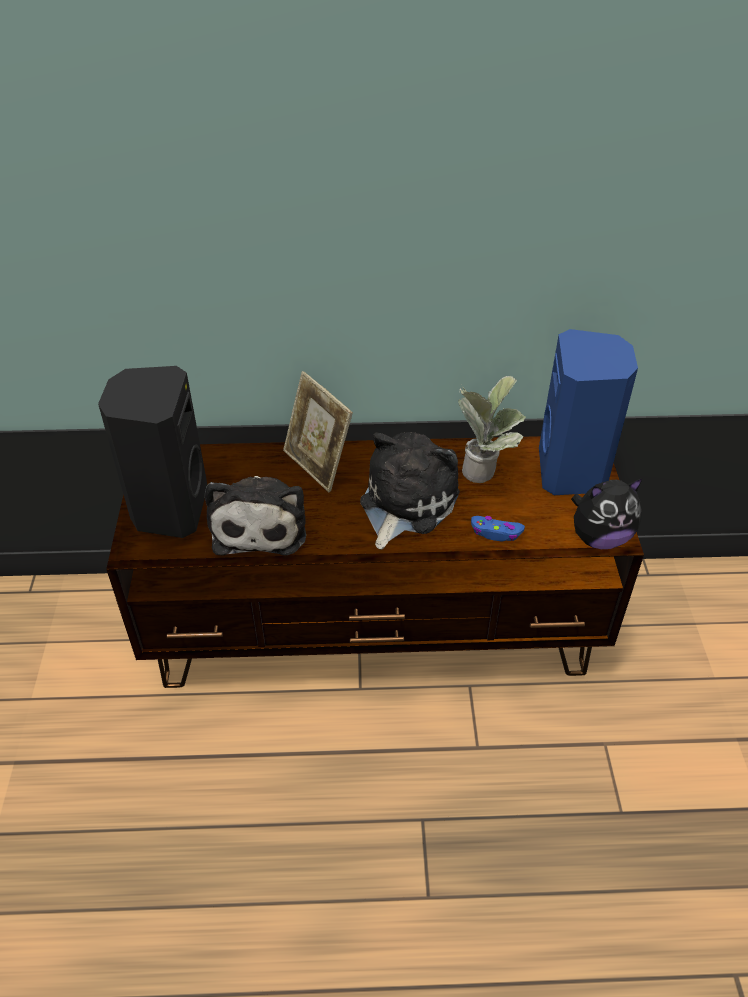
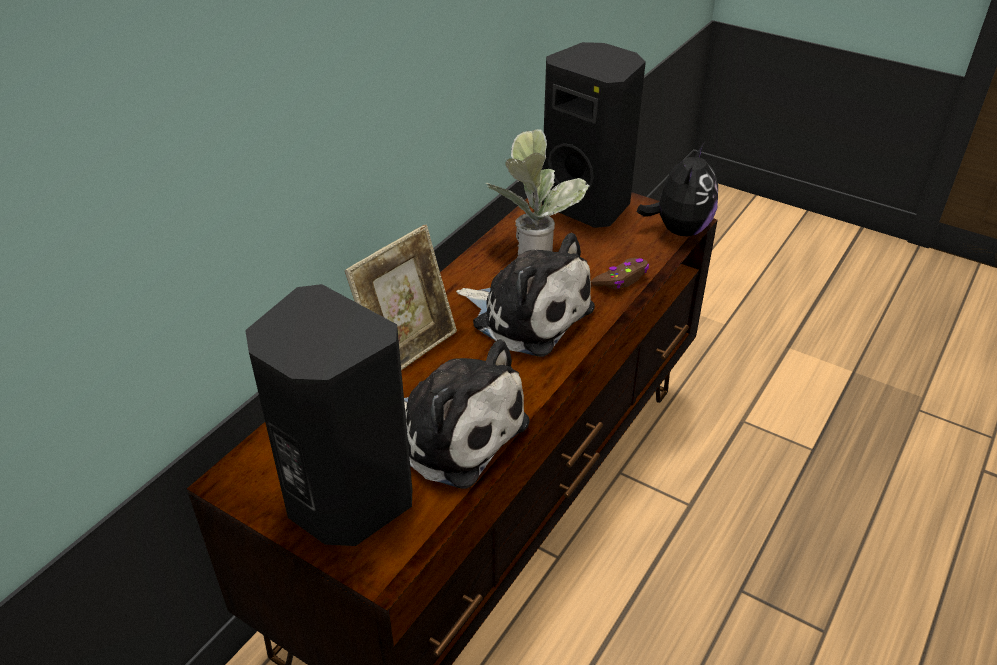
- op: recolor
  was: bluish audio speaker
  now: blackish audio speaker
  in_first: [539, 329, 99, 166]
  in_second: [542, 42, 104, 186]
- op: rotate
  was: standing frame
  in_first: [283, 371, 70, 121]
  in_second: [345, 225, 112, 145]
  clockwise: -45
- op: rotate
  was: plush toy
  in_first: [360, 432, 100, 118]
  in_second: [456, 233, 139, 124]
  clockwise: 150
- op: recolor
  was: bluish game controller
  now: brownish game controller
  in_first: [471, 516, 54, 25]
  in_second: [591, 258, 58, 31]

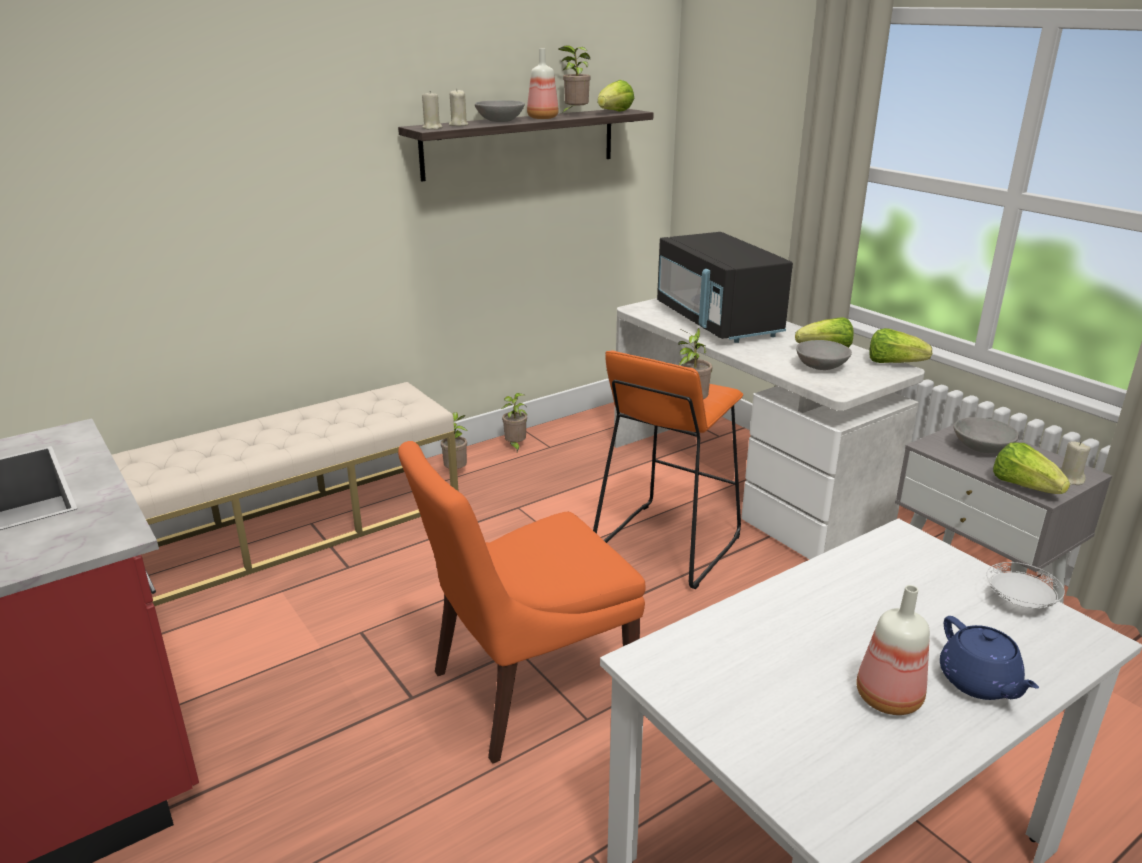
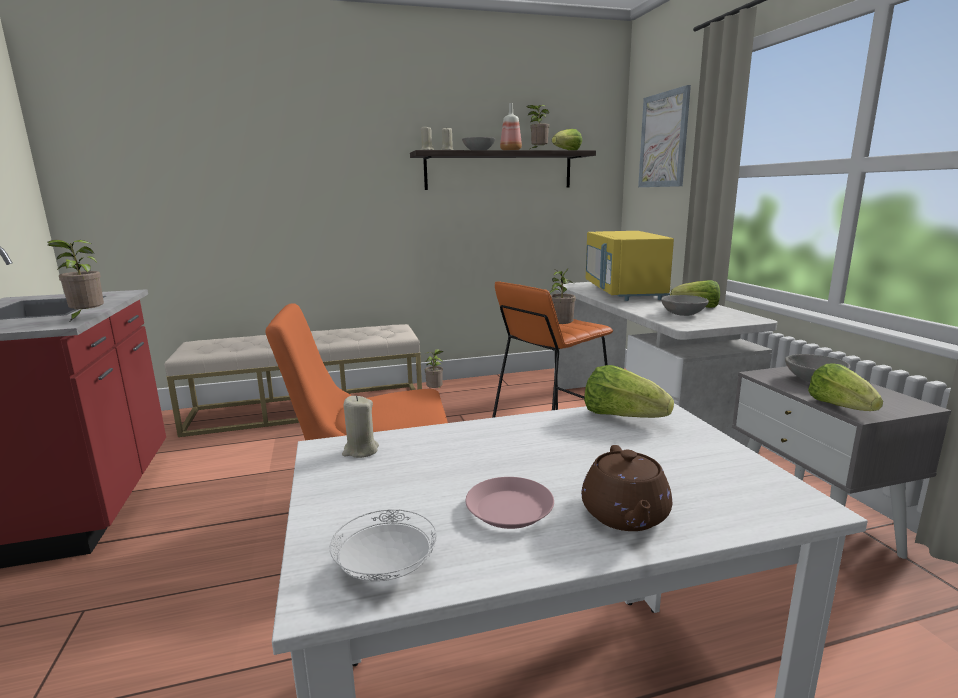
- op: recolor
  was: blackish kitchen microwave
  now: yellow-coloured kitchen microwave
  in_first: [657, 232, 136, 111]
  in_second: [585, 231, 89, 70]
- op: move
  was: lettuce
  in_first: [869, 328, 63, 35]
  in_second: [584, 365, 90, 53]
- op: move
  was: potted plant
  in_first: [501, 393, 26, 59]
  in_second: [47, 240, 57, 83]
- op: move
  was: beige wax candle
  in_first: [1061, 441, 30, 44]
  in_second: [342, 395, 37, 63]
- op: move
  was: white plate
  in_first: [987, 562, 78, 47]
  in_second: [330, 509, 107, 72]
- op: replace
  was: beverage bottle
  now: pinkish plate
  in_first: [856, 585, 74, 130]
  in_second: [466, 477, 88, 52]
- op: recolor
  was: bluish tea pot
  now: brownish tea pot
  in_first: [940, 616, 99, 84]
  in_second: [581, 445, 91, 86]
- op: insert
  now: wall picture
  in_second: [638, 85, 53, 102]

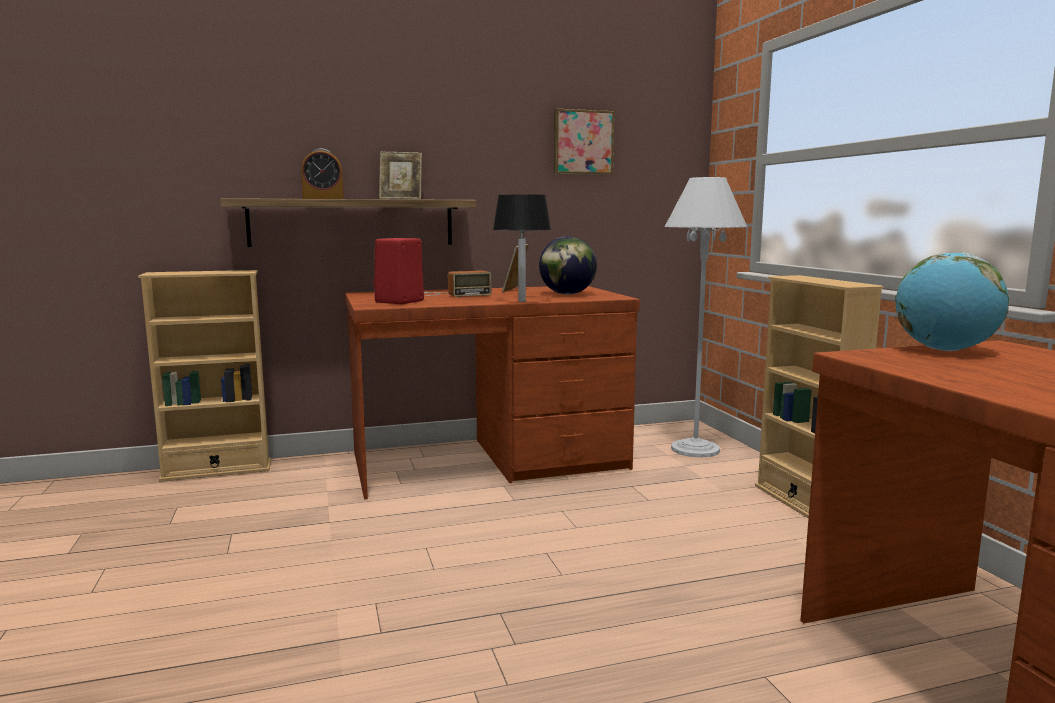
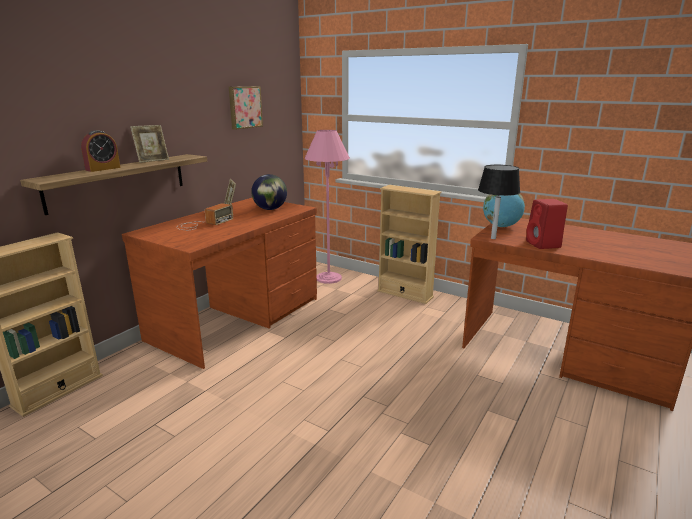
- op: recolor
  was: white standing lamp
  now: pinkish standing lamp
  in_first: [665, 177, 82, 281]
  in_second: [304, 130, 46, 154]
- op: move
  was: blackish lamp for a table
  in_first: [493, 194, 58, 108]
  in_second: [478, 165, 42, 74]
- op: move
  was: red-coloured audio speaker
  in_first: [374, 238, 50, 66]
  in_second: [526, 199, 42, 50]

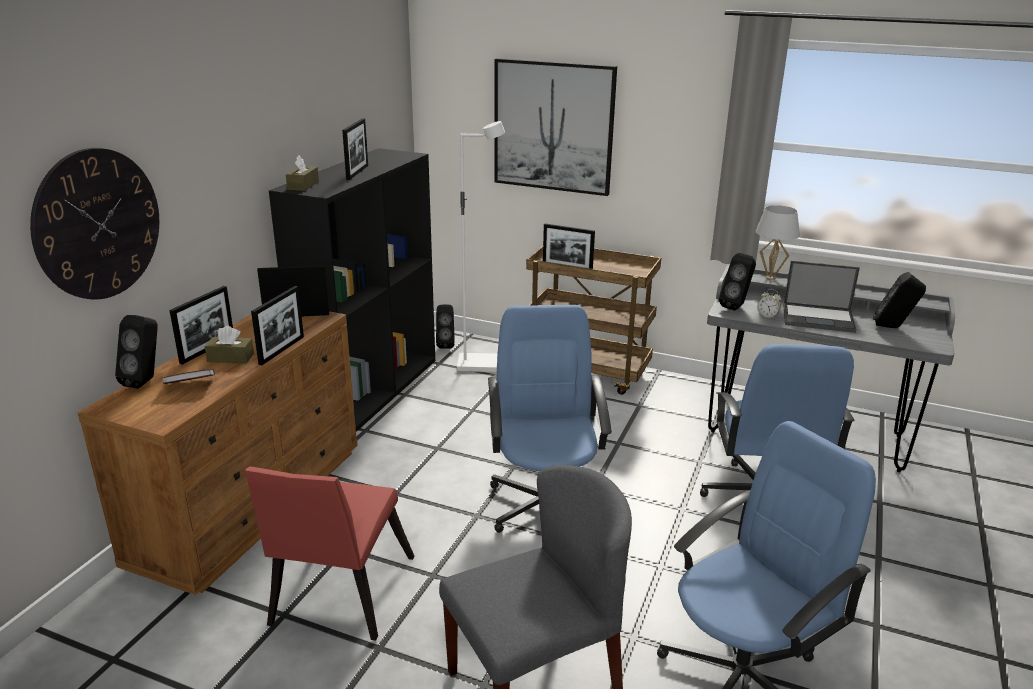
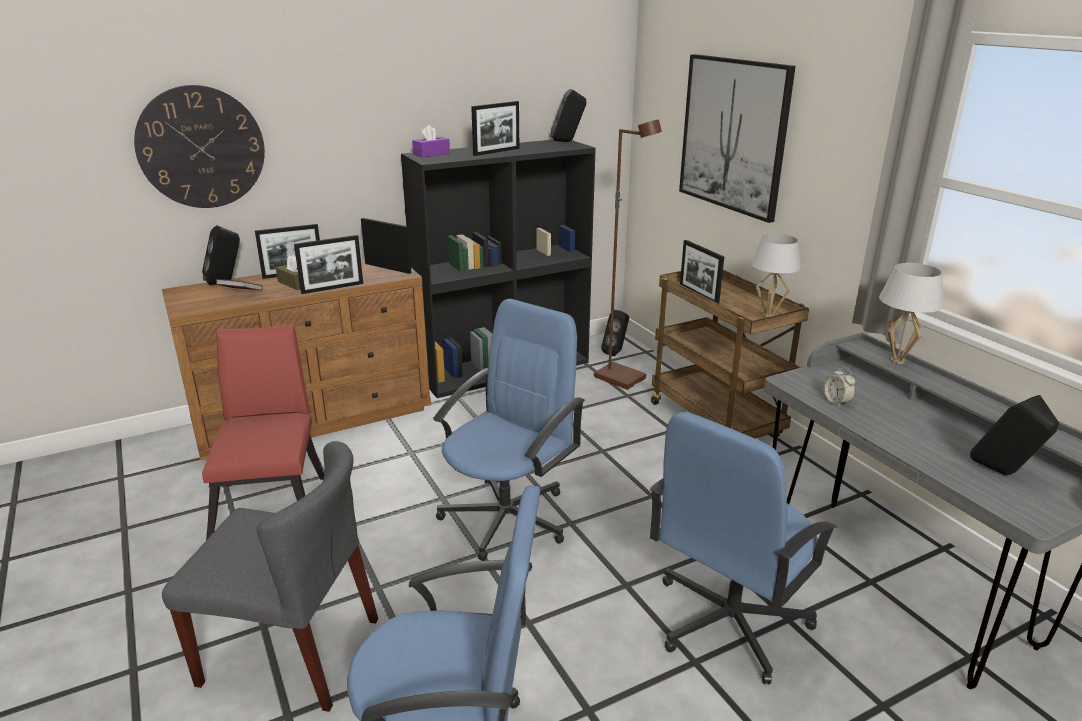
- op: recolor
  was: white standing lamp
  now: brownish standing lamp
  in_first: [457, 121, 48, 251]
  in_second: [594, 119, 68, 271]
- op: recolor
  was: brownish tissue holder
  now: purplish tissue holder
  in_first: [286, 155, 33, 36]
  in_second: [412, 125, 38, 33]
- op: move
  was: blackish audio speaker
  in_first: [719, 253, 37, 58]
  in_second: [550, 89, 36, 53]
- op: delete
  was: portable computer
  in_first: [783, 261, 77, 72]
- op: rotate
  was: red-coloured chair
  in_first: [245, 467, 170, 174]
  in_second: [202, 324, 122, 216]
  clockwise: 120
- op: insert
  now: white lamp for a table
  in_second: [751, 234, 50, 83]

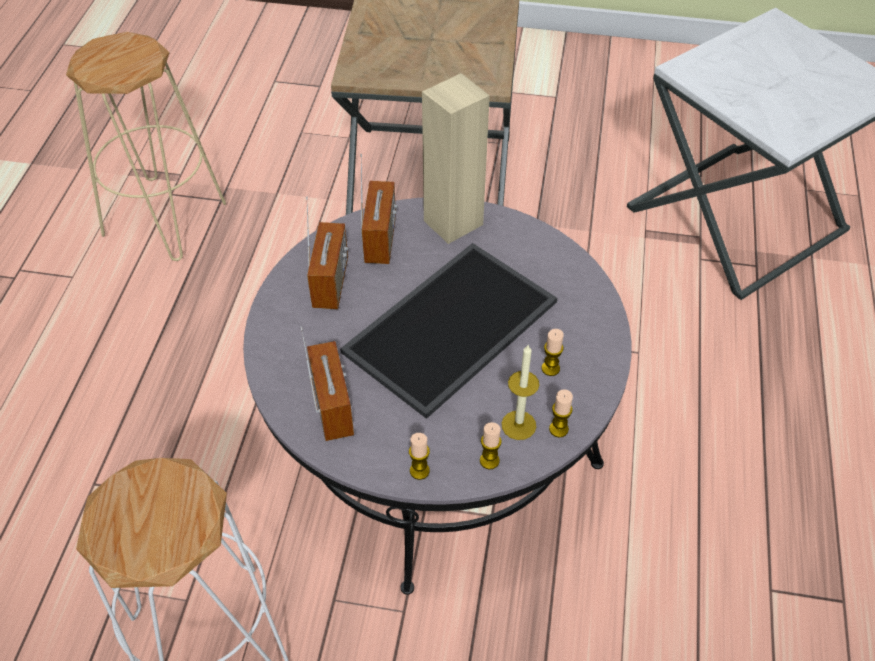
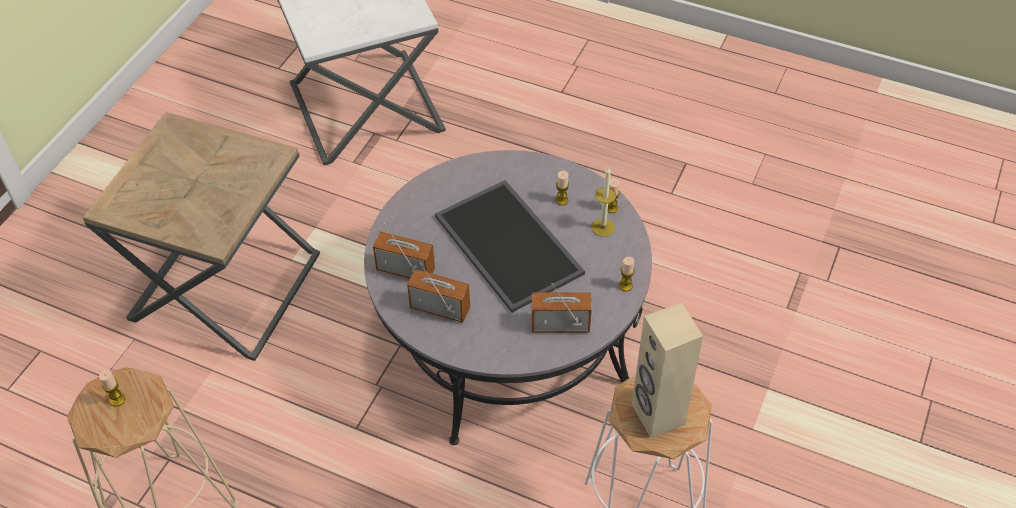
- op: move
  was: beige audio speaker
  in_first: [422, 73, 68, 171]
  in_second: [632, 303, 71, 135]
- op: move
  was: wax candle
  in_first: [480, 422, 22, 48]
  in_second: [99, 370, 26, 37]

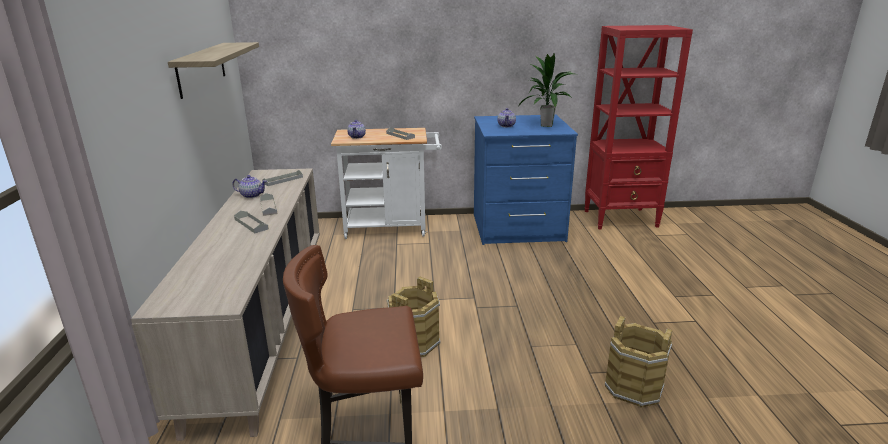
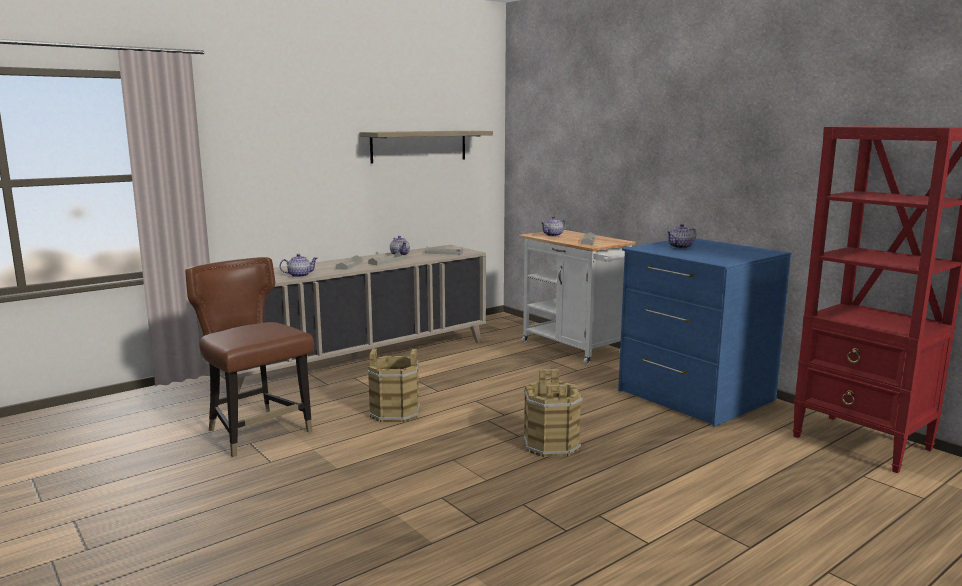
- op: delete
  was: potted plant
  in_first: [518, 53, 56, 74]
- op: move
  was: brownish pail
  in_first: [605, 316, 67, 92]
  in_second: [523, 369, 60, 88]
- op: insert
  now: tea pot
  in_second: [280, 254, 38, 23]

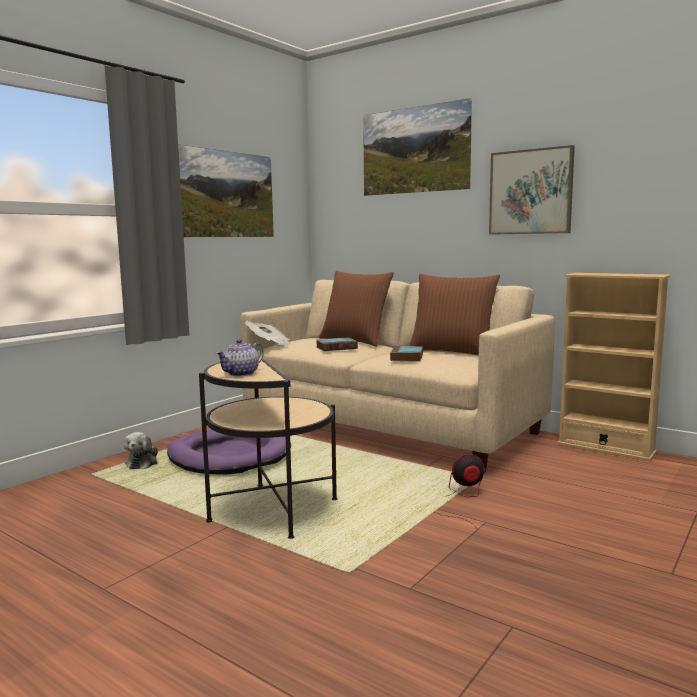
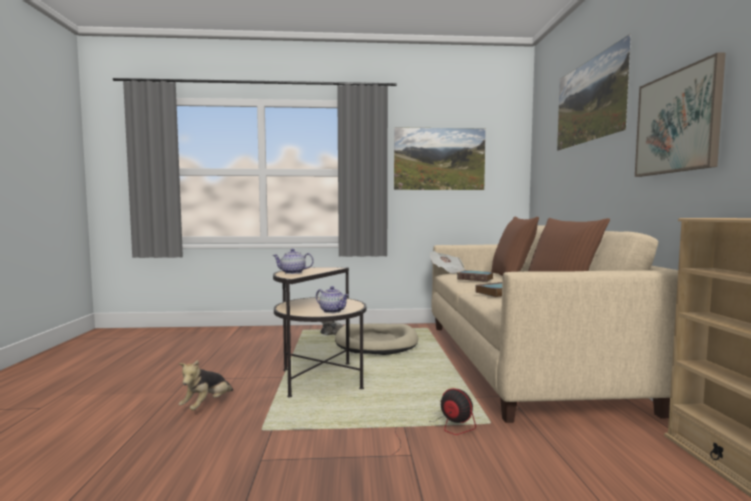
- op: recolor
  was: purplish dog cushion
  now: beige dog cushion
  in_first: [167, 429, 124, 45]
  in_second: [335, 323, 83, 32]
- op: insert
  now: tea pot
  in_second: [316, 286, 33, 27]
- op: insert
  now: plush toy
  in_second: [179, 360, 54, 50]

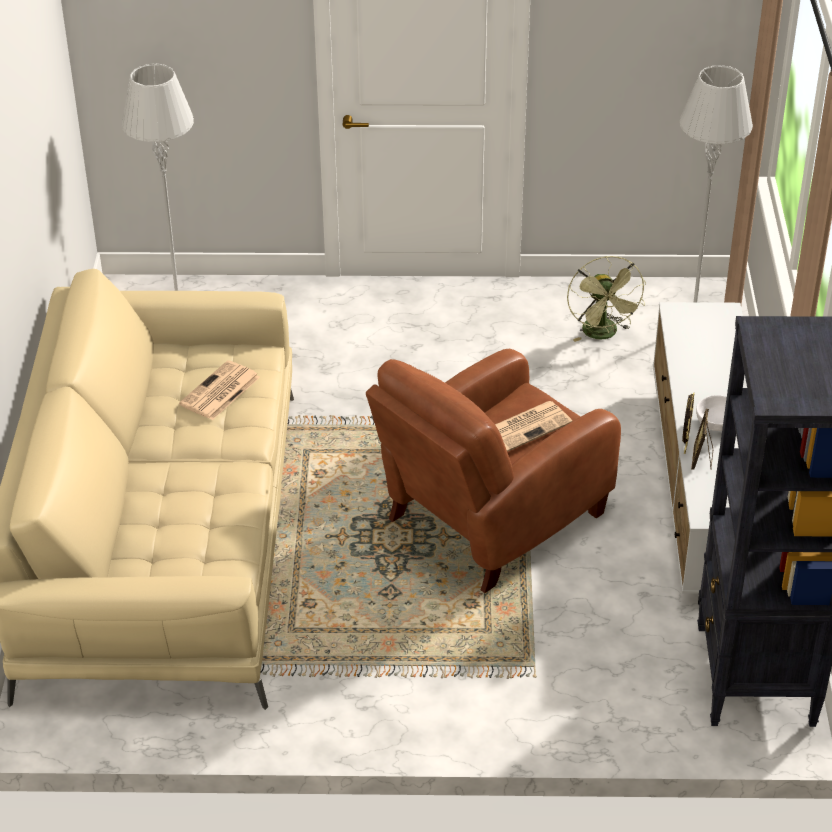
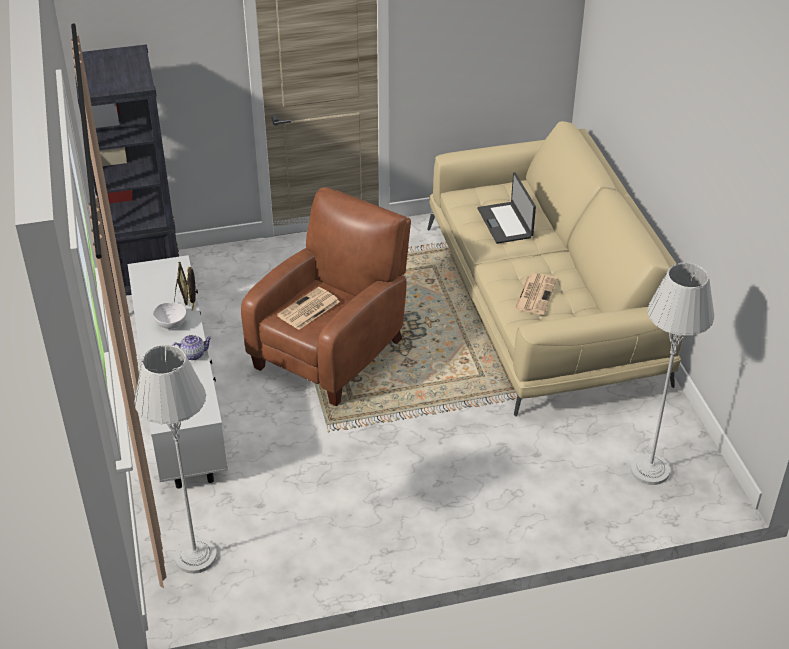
- op: delete
  was: greenish cooling fan
  in_first: [567, 256, 79, 86]
- op: insert
  now: portable computer
  in_second: [478, 172, 58, 72]
- op: insert
  now: tea pot
  in_second: [172, 335, 40, 25]

